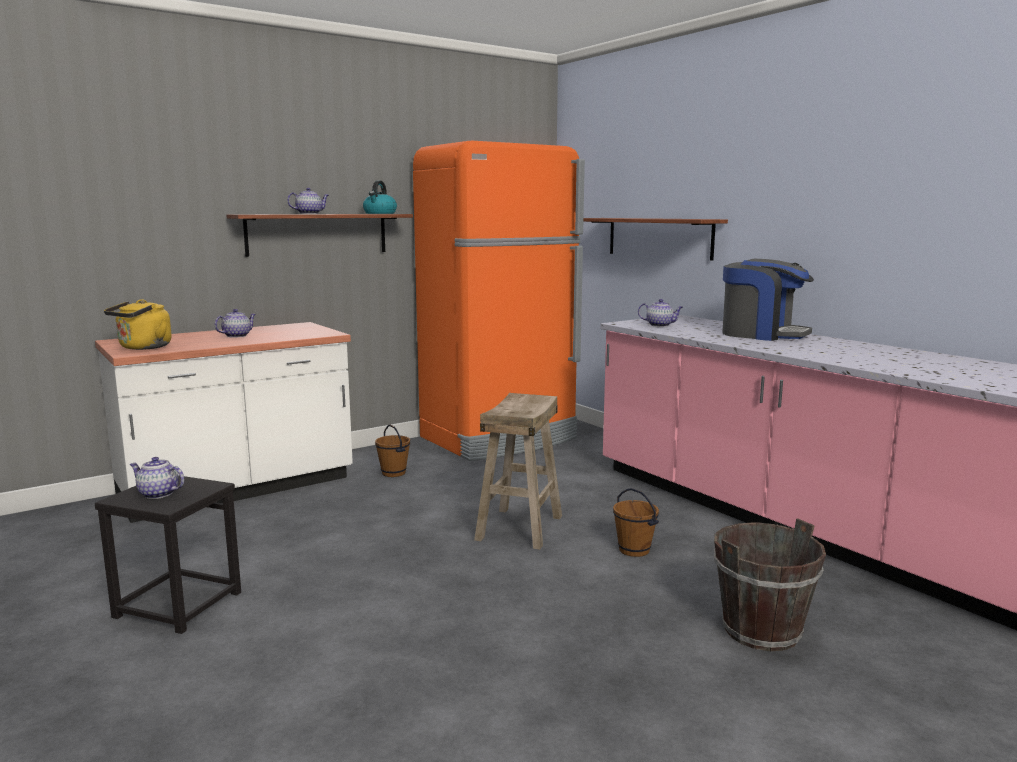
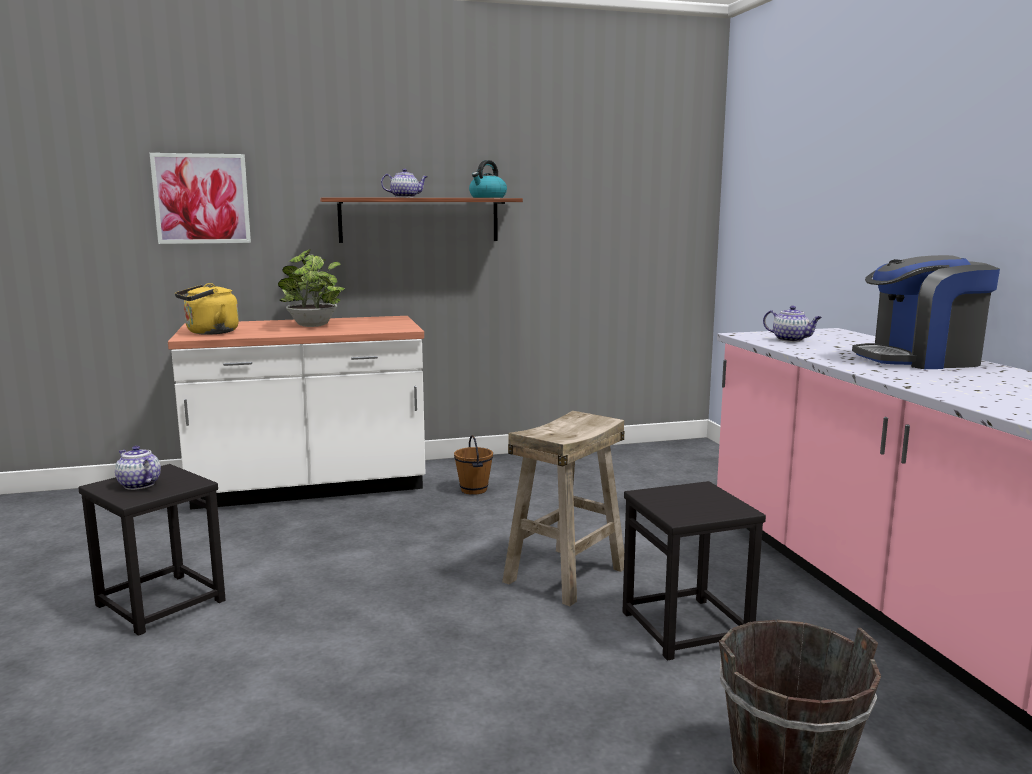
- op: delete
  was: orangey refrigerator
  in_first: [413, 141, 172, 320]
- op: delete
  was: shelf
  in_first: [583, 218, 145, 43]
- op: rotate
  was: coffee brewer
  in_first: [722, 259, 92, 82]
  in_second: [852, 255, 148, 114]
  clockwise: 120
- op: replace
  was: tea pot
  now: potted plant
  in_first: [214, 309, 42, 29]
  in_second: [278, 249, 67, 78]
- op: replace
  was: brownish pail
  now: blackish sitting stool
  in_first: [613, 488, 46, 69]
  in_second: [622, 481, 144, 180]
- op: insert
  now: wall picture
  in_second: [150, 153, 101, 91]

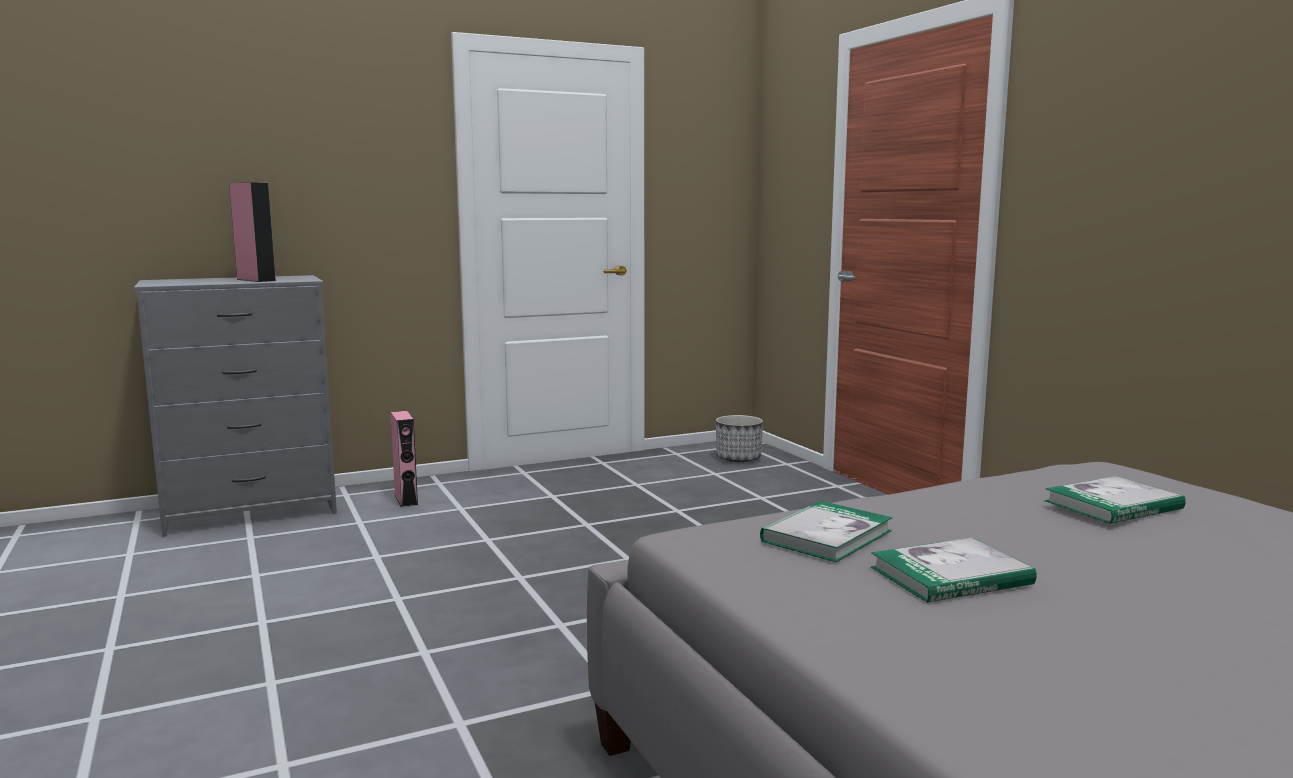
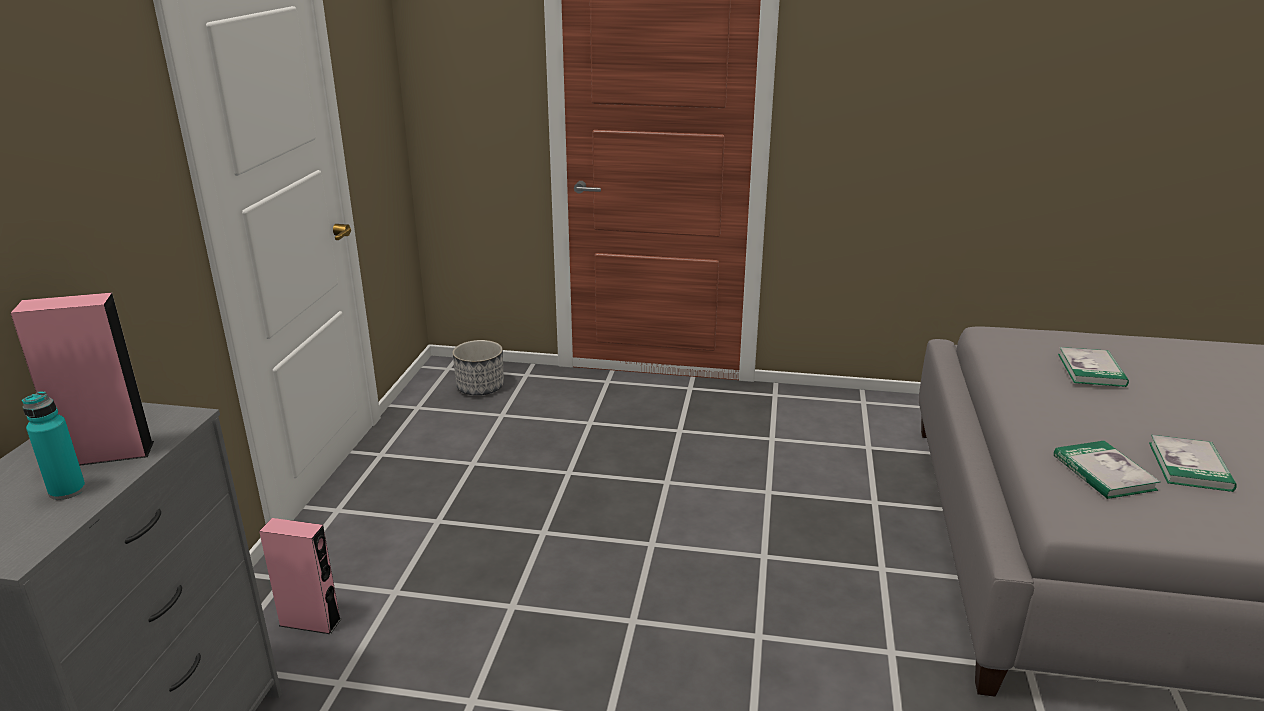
- op: insert
  now: turquoise beverage bottle
  in_second: [22, 391, 64, 109]

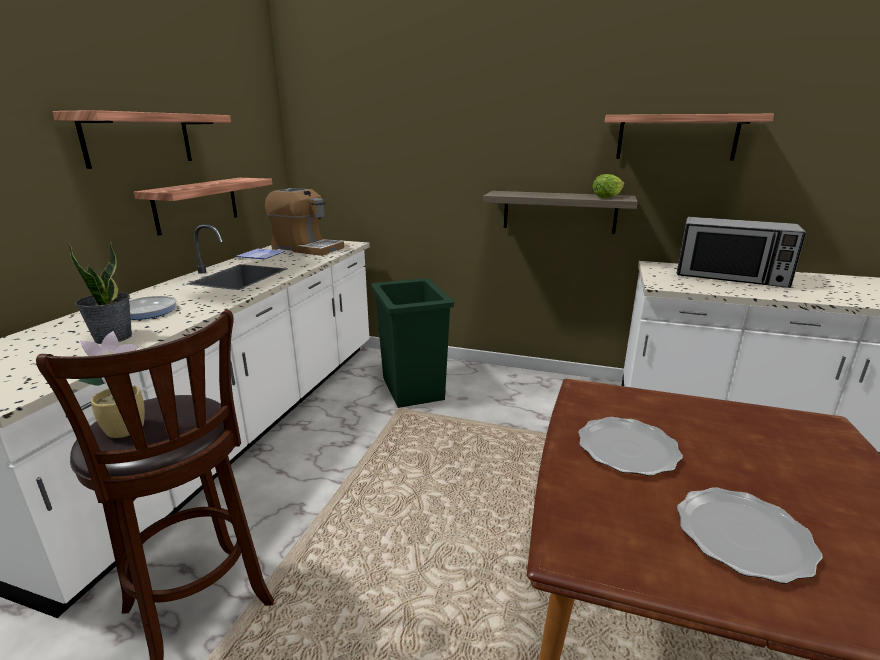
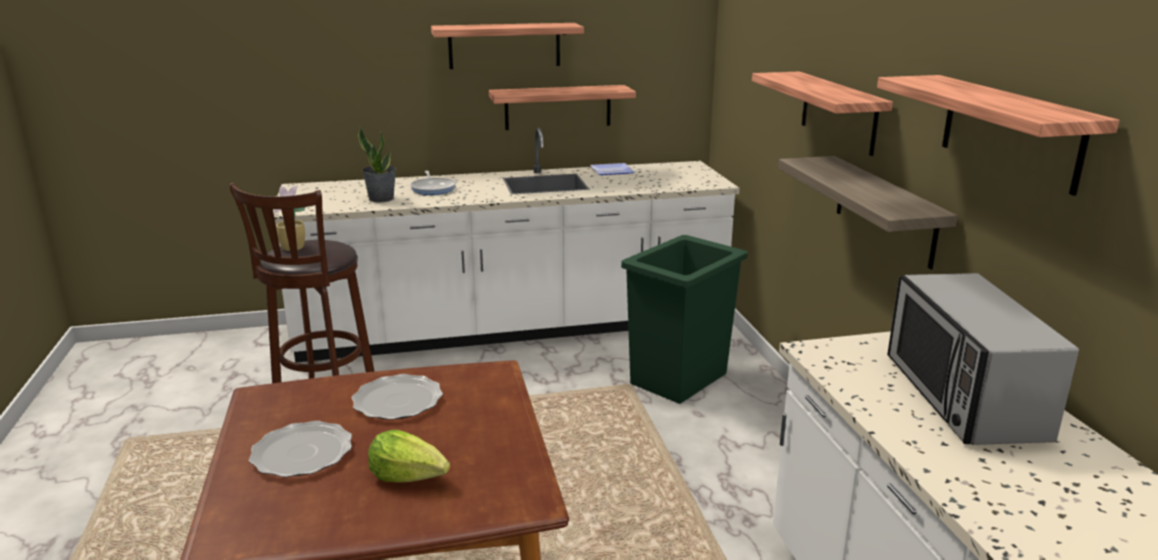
- op: move
  was: lettuce
  in_first: [592, 174, 33, 24]
  in_second: [368, 430, 82, 53]
- op: delete
  was: coffee brewer
  in_first: [265, 188, 79, 68]
- op: insert
  now: shelf
  in_second: [752, 72, 141, 84]

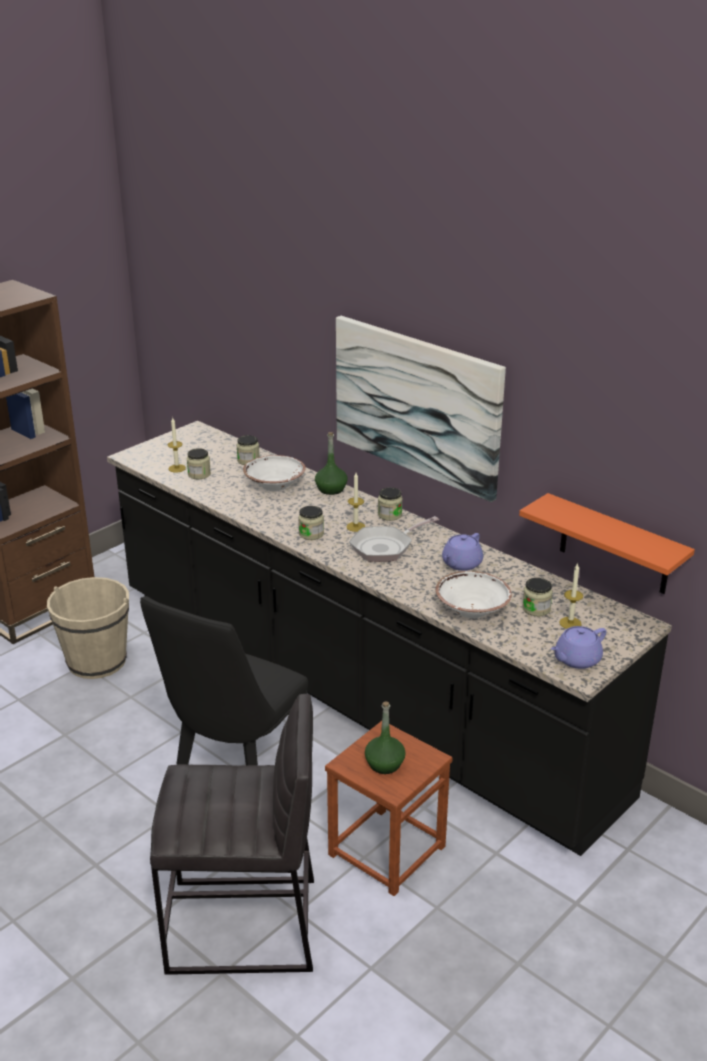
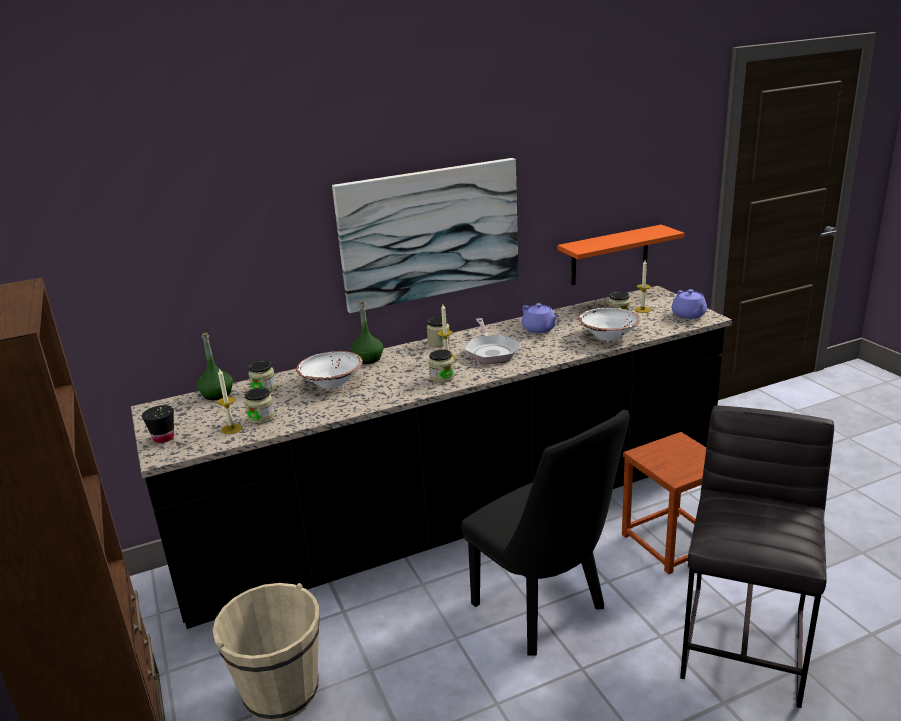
- op: move
  was: greenish beverage bottle
  in_first: [365, 702, 41, 72]
  in_second: [197, 332, 36, 68]
- op: insert
  now: blackish small cup
  in_second: [142, 405, 32, 38]

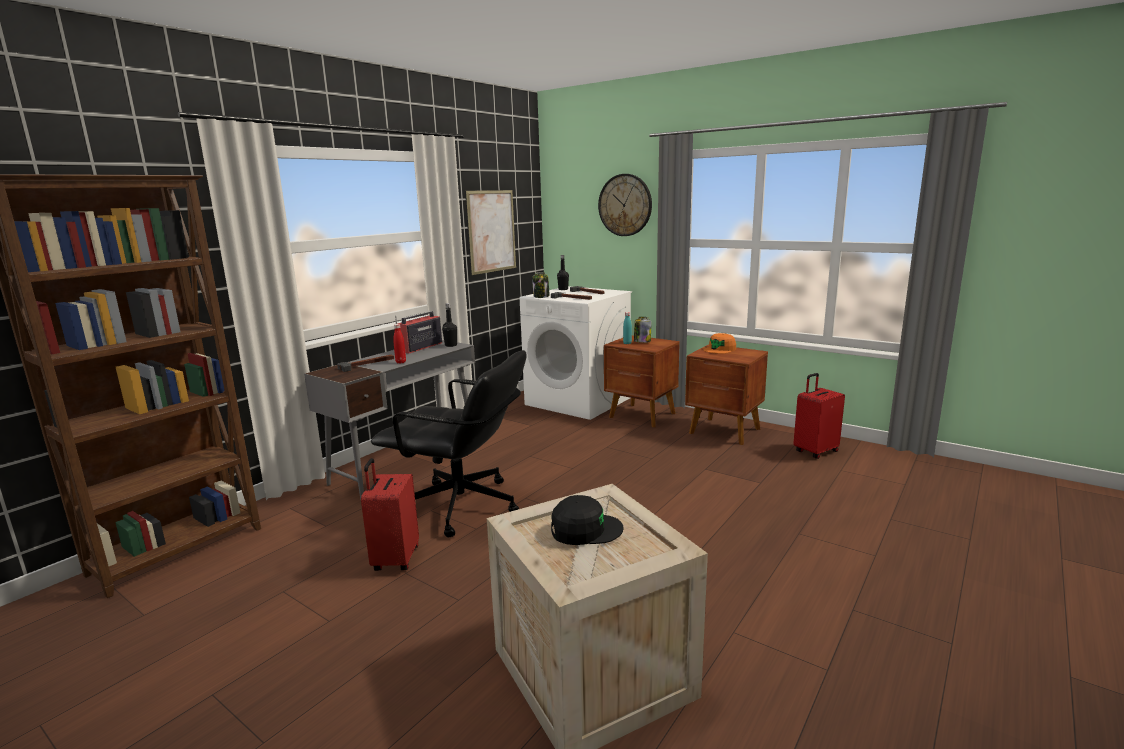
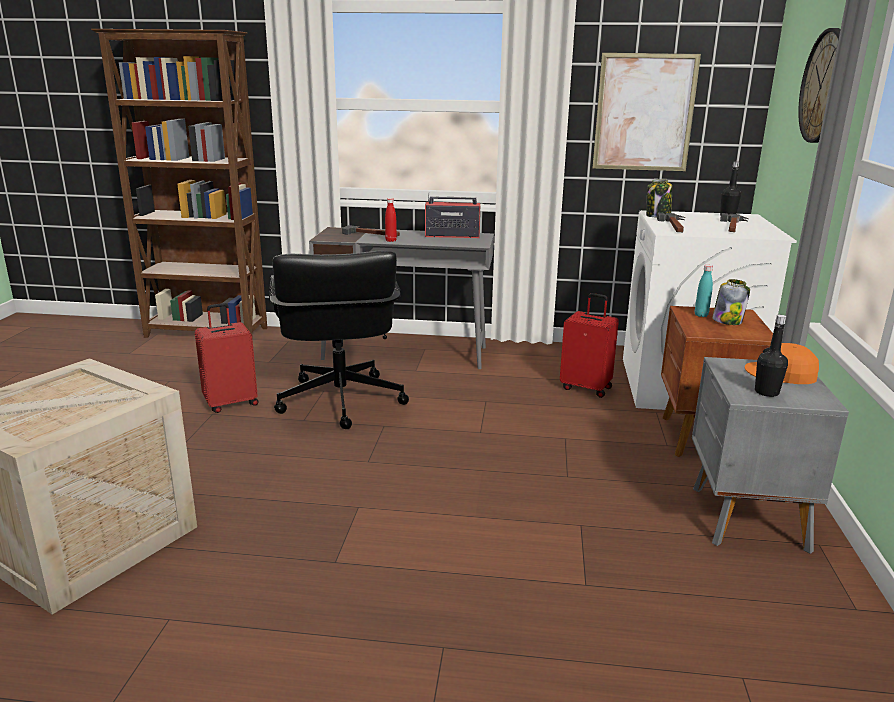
- op: move
  was: blackish beverage bottle
  in_first: [442, 303, 15, 44]
  in_second: [755, 315, 33, 82]
- op: recolor
  was: brownish nightstand
  now: greyish nightstand
  in_first: [685, 344, 83, 101]
  in_second: [692, 357, 157, 197]
- op: move
  was: red-coloured piece of luggage
  in_first: [793, 373, 52, 86]
  in_second: [560, 293, 59, 105]
- op: delete
  was: blackish peaked cap
  in_first: [551, 495, 72, 50]

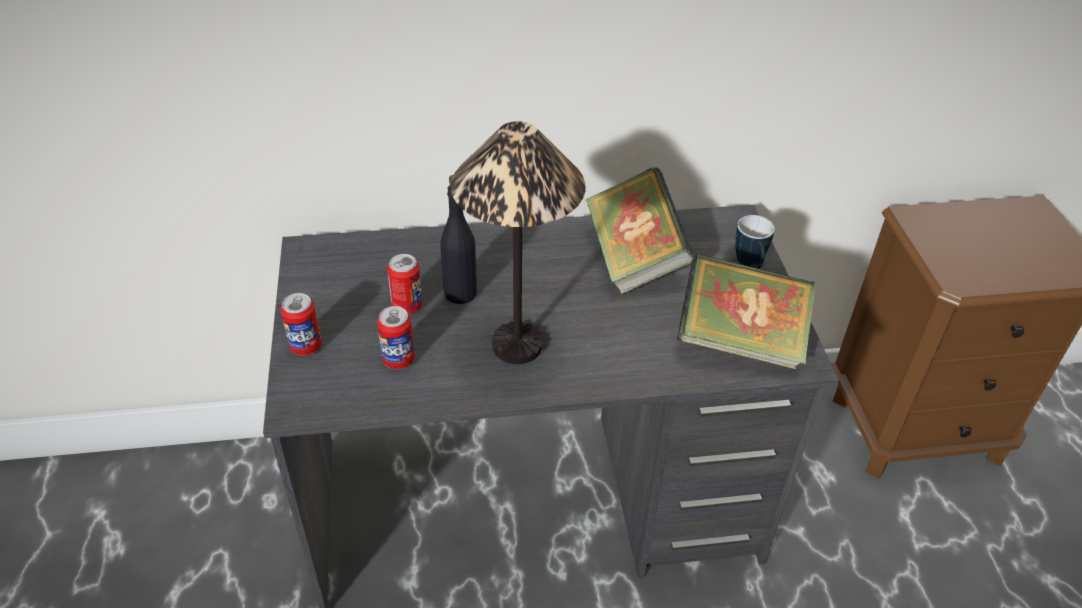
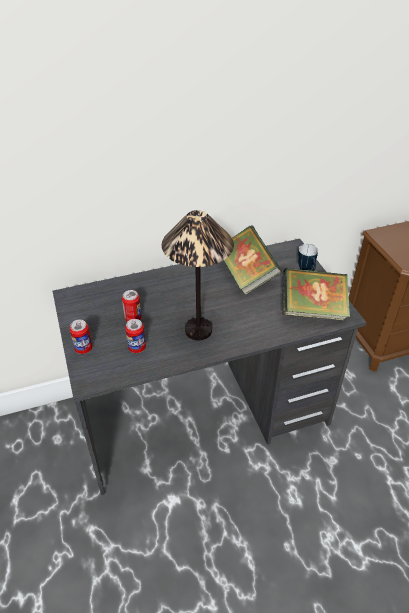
- op: delete
  was: blackish beverage bottle
  in_first: [440, 175, 37, 129]

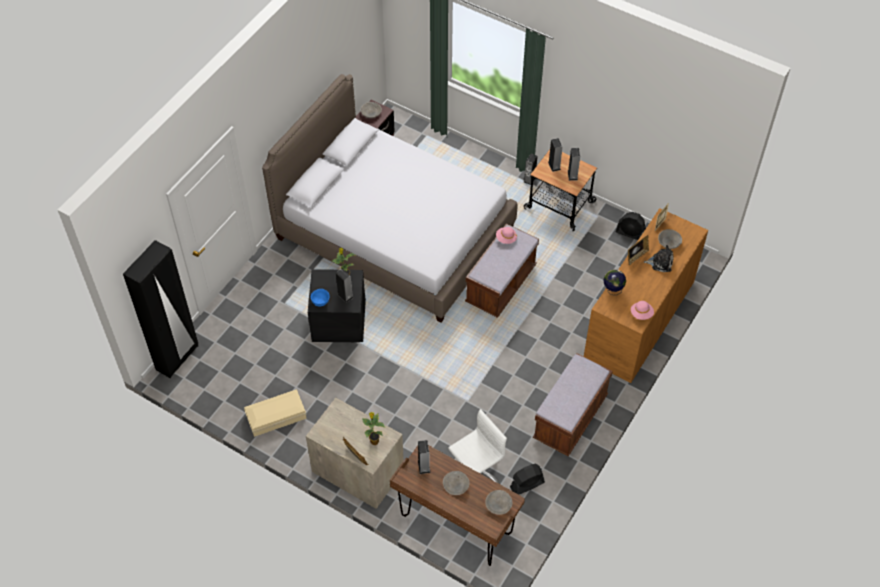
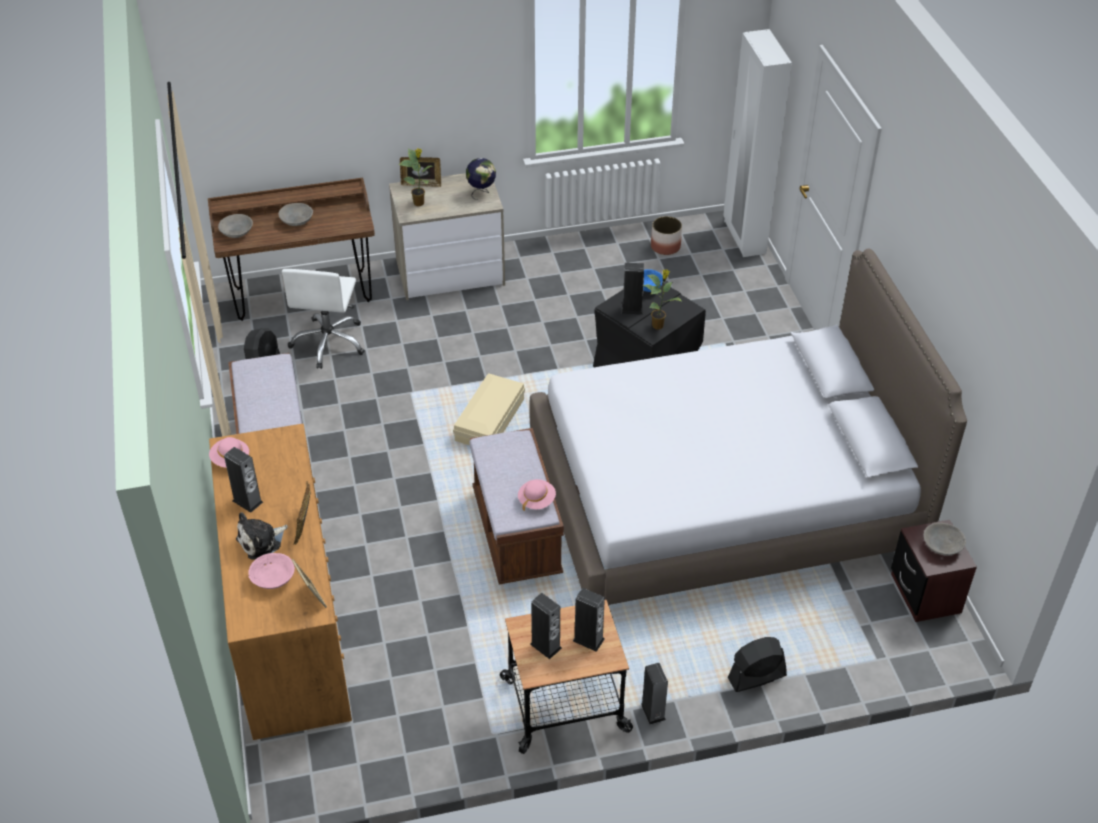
- op: move
  was: blackish cooling fan
  in_first: [616, 212, 30, 28]
  in_second: [728, 637, 59, 55]
- op: recolor
  was: greyish bowl
  now: pinkish bowl
  in_first: [658, 229, 24, 20]
  in_second: [248, 553, 47, 36]
- op: recolor
  was: blackish clothes cupboard
  now: white clothes cupboard
  in_first: [123, 240, 75, 138]
  in_second: [723, 29, 69, 228]
- op: move
  was: desk globe
  in_first: [604, 269, 22, 26]
  in_second: [466, 158, 30, 42]
- op: move
  was: beige storage container
  in_first: [244, 389, 63, 48]
  in_second: [453, 373, 72, 72]
- op: move
  was: audio speaker
  in_first: [418, 440, 12, 34]
  in_second: [224, 447, 39, 66]
- op: insert
  now: plant pot
  in_second: [651, 216, 31, 39]

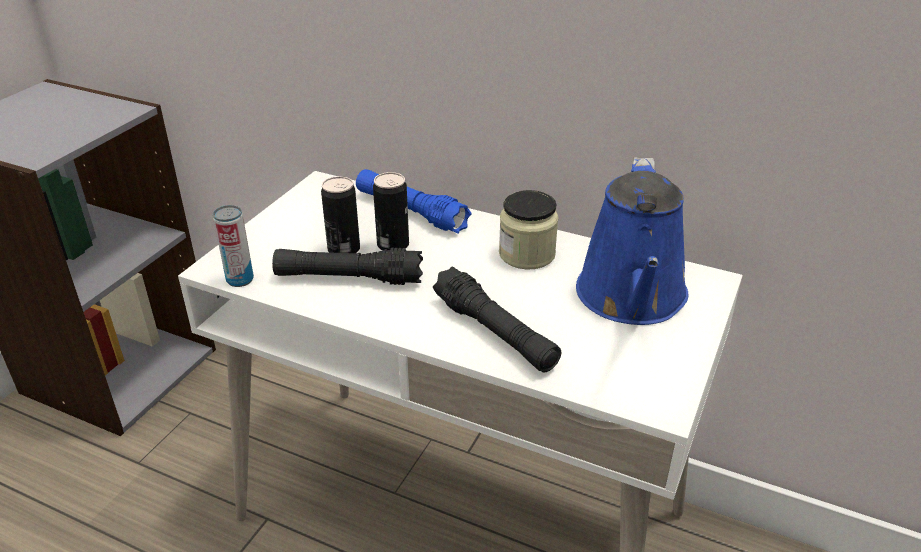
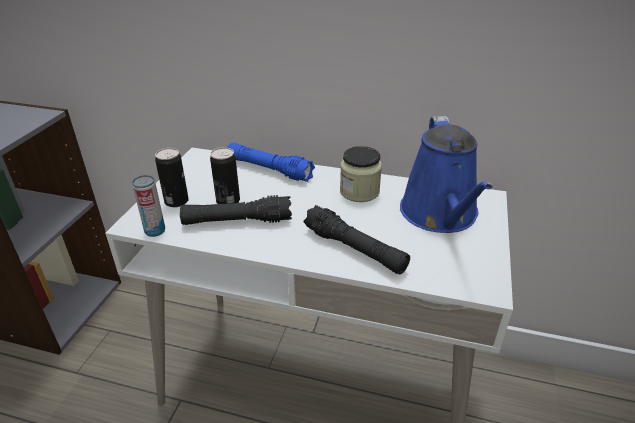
- op: move
  was: can
  in_first: [373, 172, 36, 78]
  in_second: [155, 148, 34, 59]

